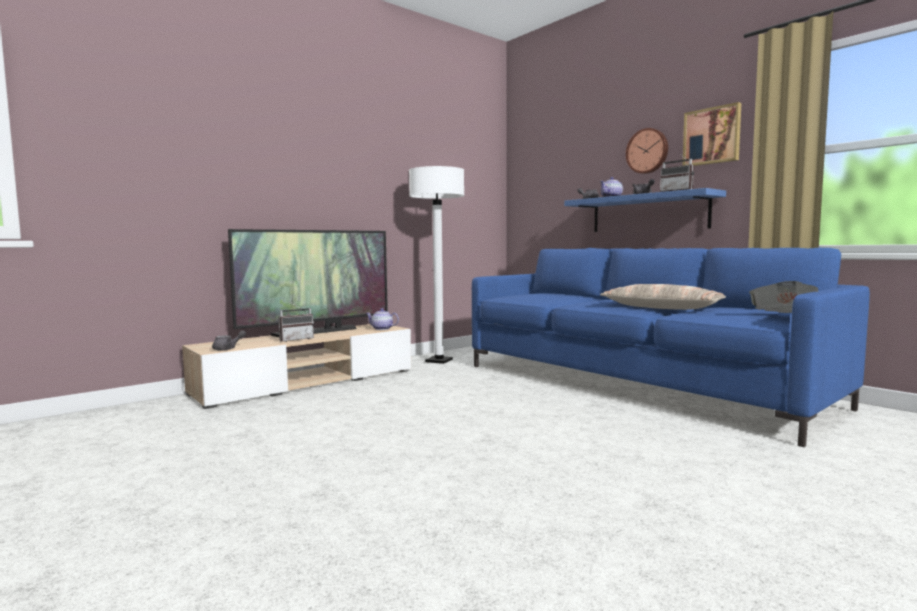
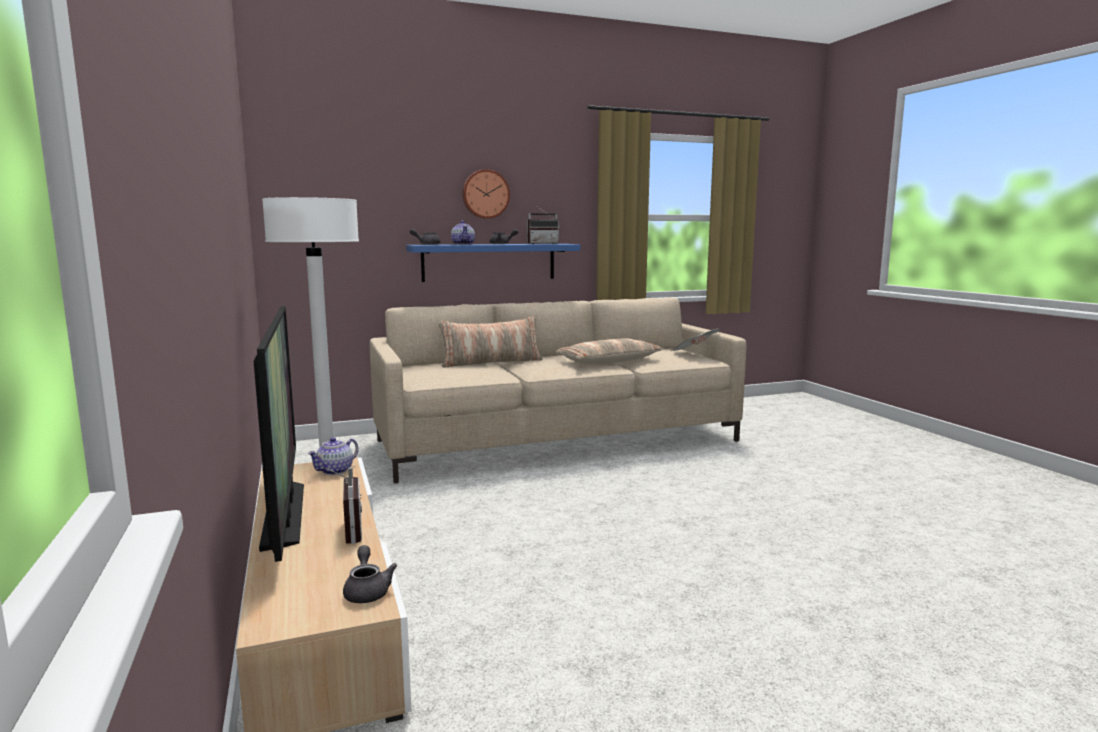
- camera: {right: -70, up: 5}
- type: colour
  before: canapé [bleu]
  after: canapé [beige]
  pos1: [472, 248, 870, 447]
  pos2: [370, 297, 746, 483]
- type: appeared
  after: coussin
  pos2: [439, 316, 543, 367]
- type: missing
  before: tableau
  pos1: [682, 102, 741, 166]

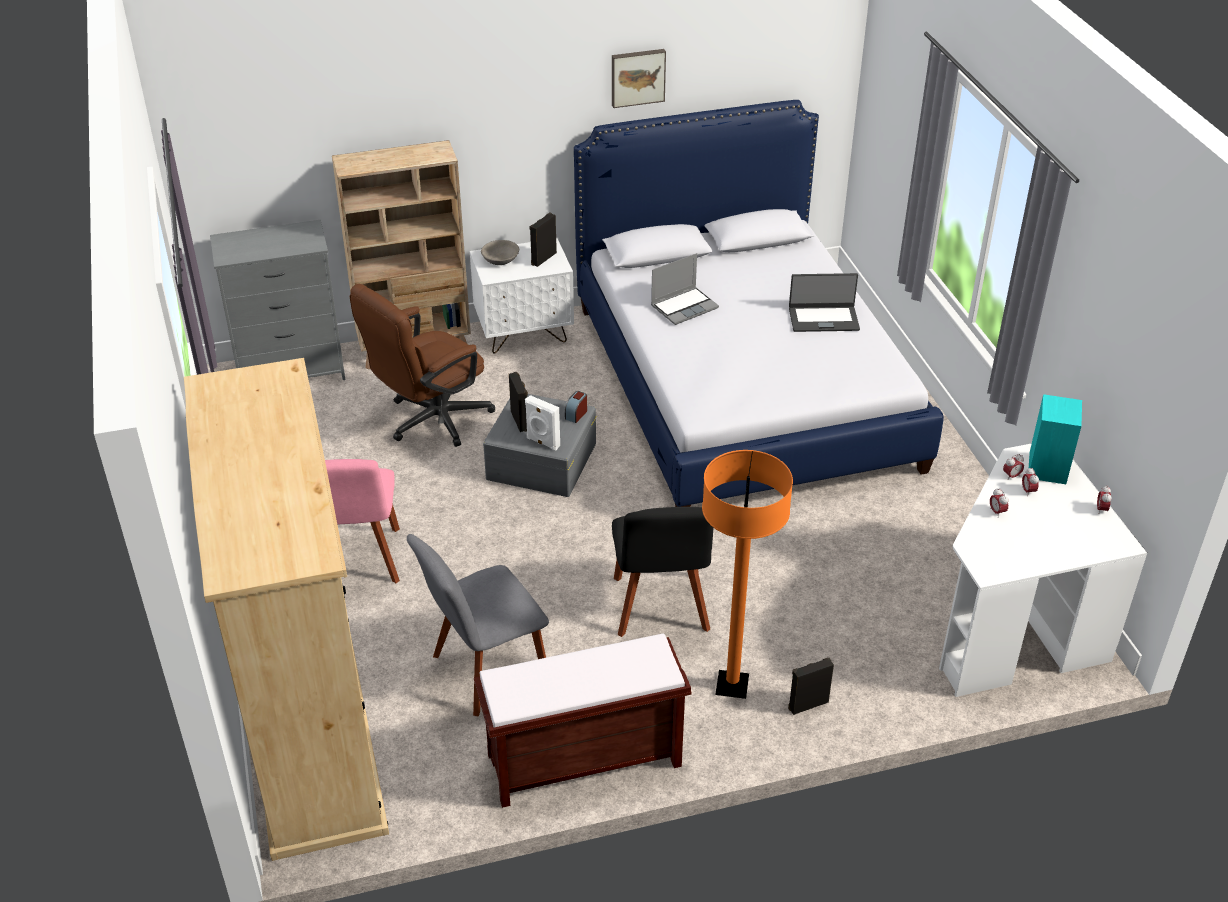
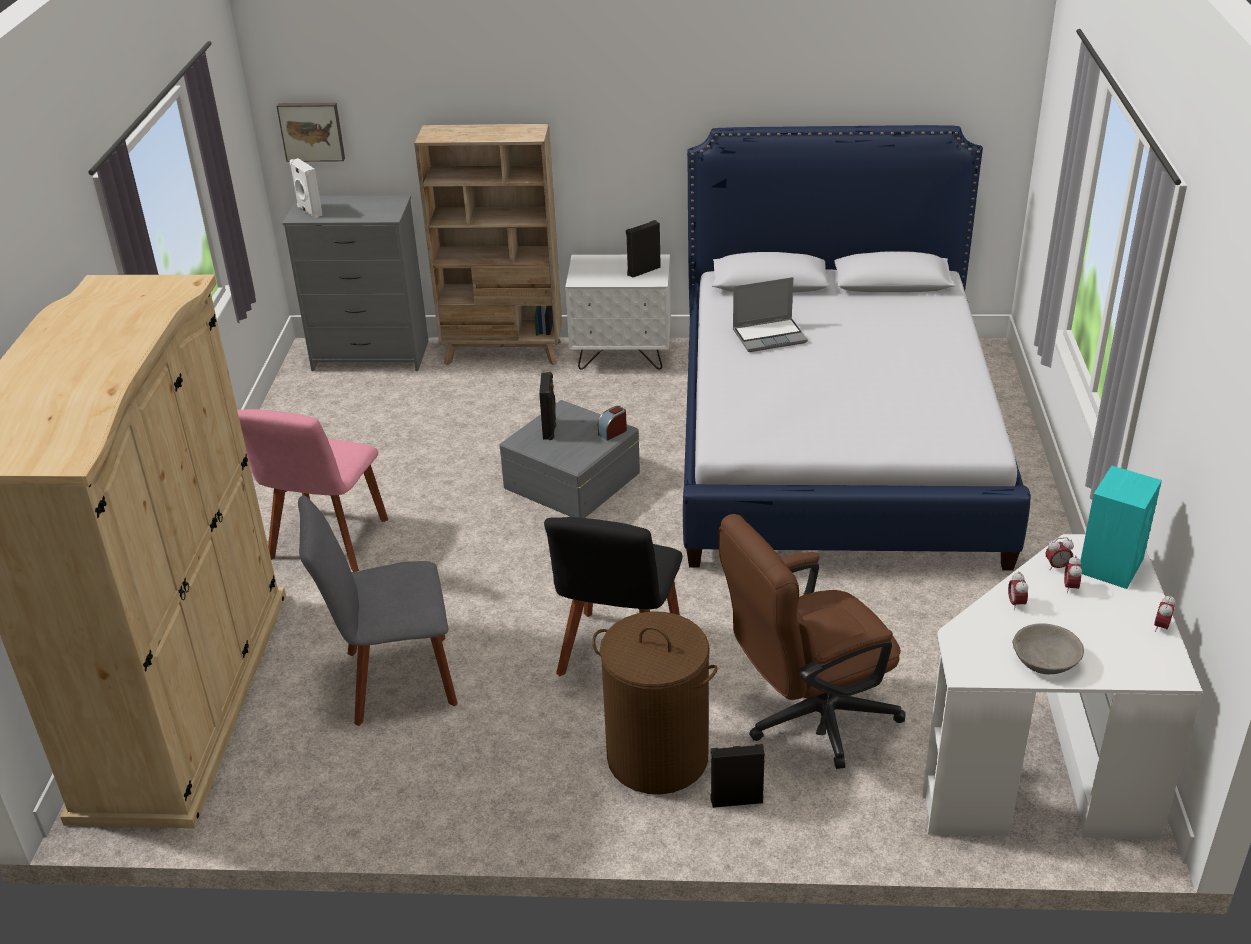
- camera: {right: 20, up: -5}
- type: relocated
  before: tableau
  pos1: [612, 49, 666, 108]
  pos2: [276, 103, 345, 162]
- type: relocated
  before: enceinte [blanc]
  pos1: [525, 395, 560, 451]
  pos2: [290, 158, 322, 218]
- type: exchanged
  before: lampadaire [orange]
  after: panier à linge [marron]
  pos1: [702, 450, 793, 699]
  pos2: [592, 611, 718, 795]
- type: relocated
  before: chaise de bureau [marron]
  pos1: [350, 284, 495, 447]
  pos2: [719, 514, 906, 769]
- type: relocated
  before: bol [gris]
  pos1: [481, 240, 519, 265]
  pos2: [1012, 623, 1084, 674]
- type: missing
  before: banc [marron]
  pos1: [474, 633, 691, 808]
- type: missing
  before: ordinateur portable
  pos1: [789, 273, 860, 332]

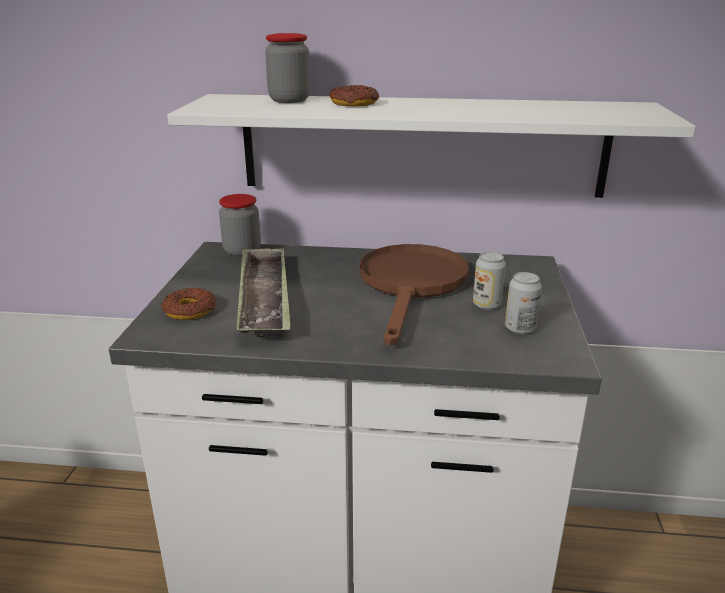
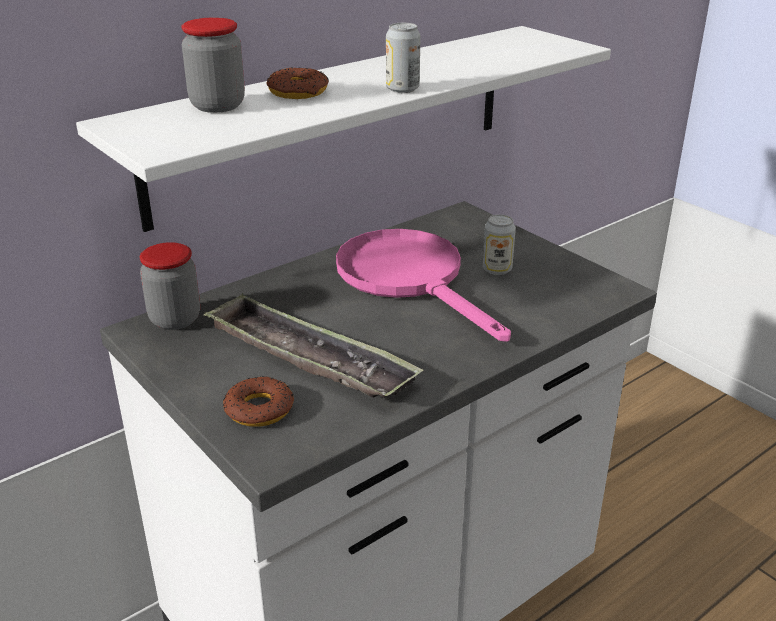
- camera: {right: -45, up: 5}
- type: colour
  before: poêle [marron]
  after: poêle [rose]
  pos1: [360, 244, 469, 345]
  pos2: [336, 229, 511, 342]
- type: relocated
  before: boîte métallique
  pos1: [505, 272, 542, 334]
  pos2: [386, 23, 421, 93]

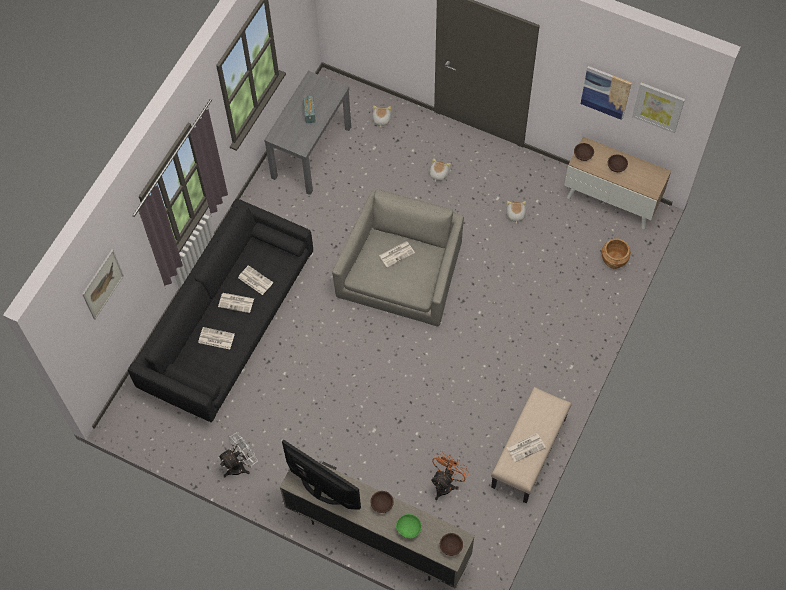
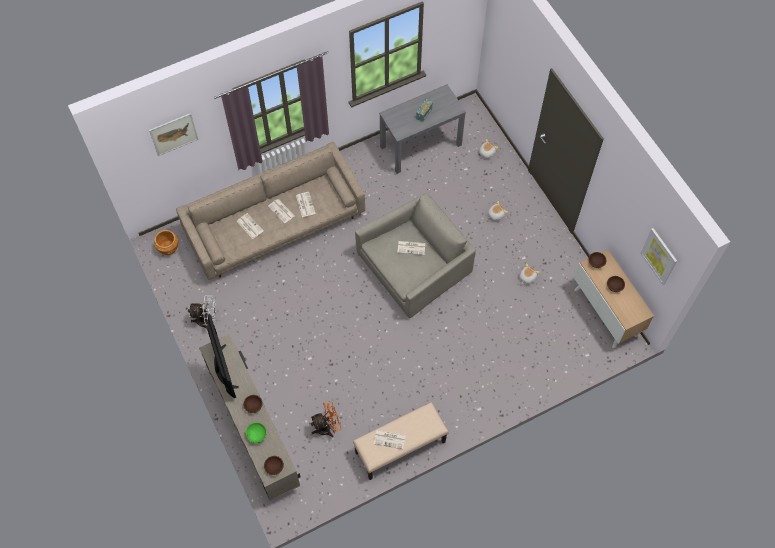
- camera: {right: 35, up: 0}
- type: relocated
  before: cache-pot [marron]
  pos1: [601, 238, 631, 269]
  pos2: [154, 230, 179, 255]
- type: colour
  before: canapé [noir]
  after: canapé [beige]
  pos1: [128, 199, 313, 422]
  pos2: [176, 142, 365, 280]
- type: missing
  before: tableau
  pos1: [581, 66, 631, 120]

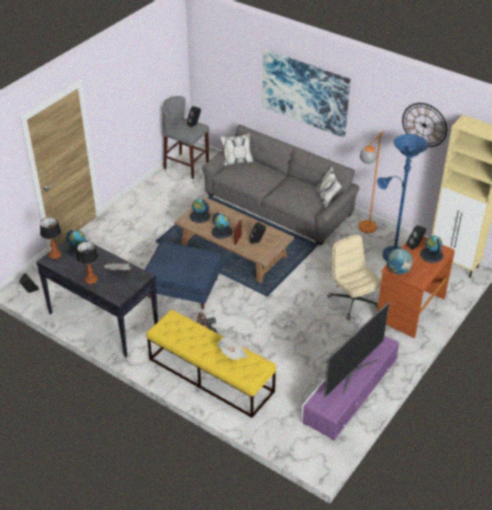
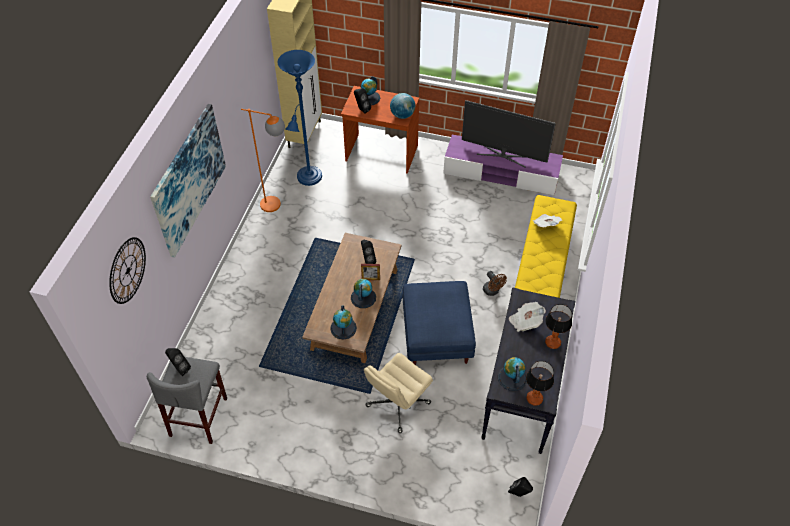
- camera: {right: -110, up: 10}
- type: relocated
  before: horloge murale
  pos1: [402, 103, 447, 147]
  pos2: [109, 237, 146, 304]
- type: relocated
  before: chaise de bureau [beige]
  pos1: [327, 235, 381, 320]
  pos2: [364, 353, 433, 433]
- type: missing
  before: canapé [gris]
  pos1: [202, 125, 359, 245]

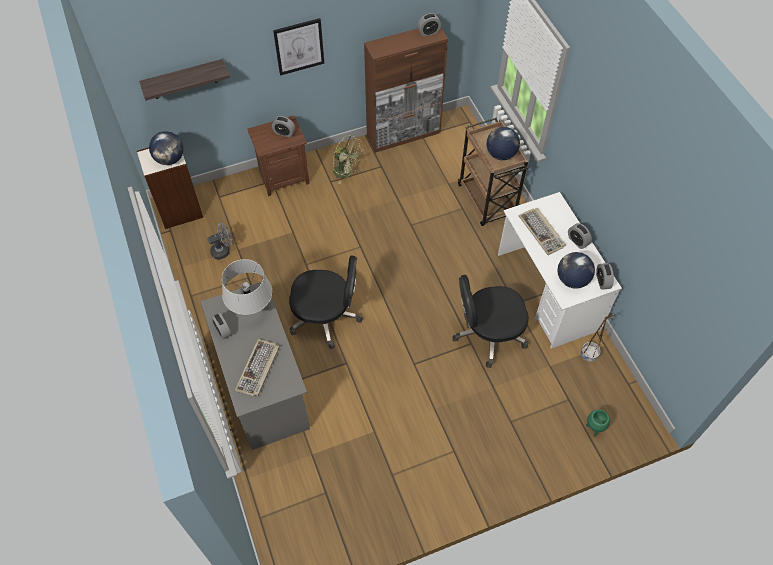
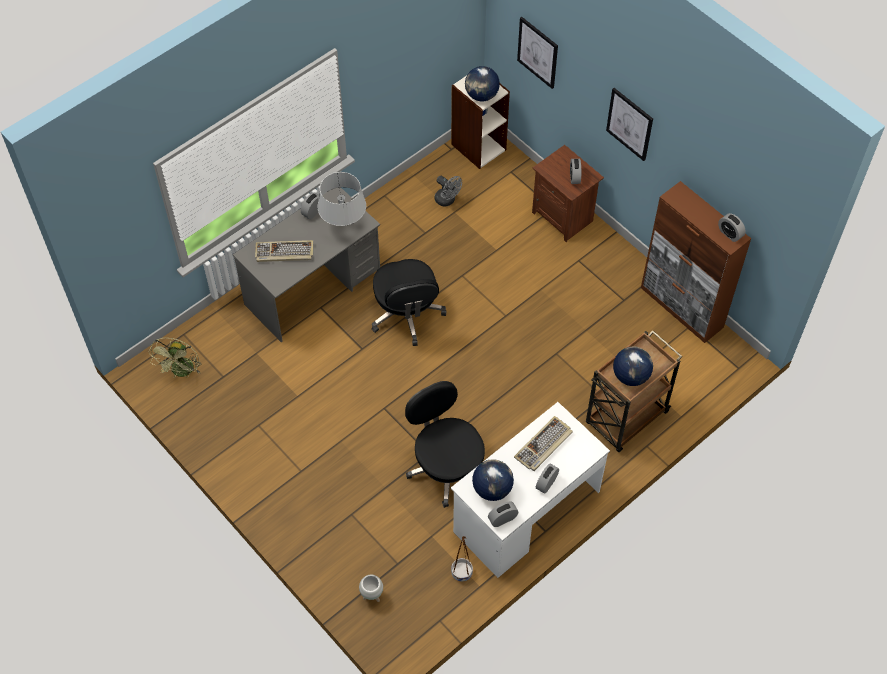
- camera: {right: 70, up: 0}
- type: relocated
  before: ventilateur [vert]
  pos1: [333, 135, 363, 184]
  pos2: [149, 338, 200, 378]
- type: colour
  before: cache-pot [vert]
  after: cache-pot [blanc]
  pos1: [586, 409, 610, 437]
  pos2: [359, 575, 383, 602]
- type: exchanged
  before: étagère
  after: tableau
  pos1: [139, 59, 230, 101]
  pos2: [517, 17, 558, 89]

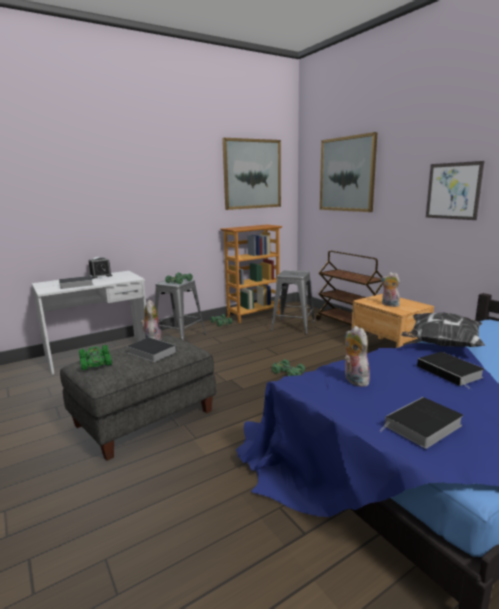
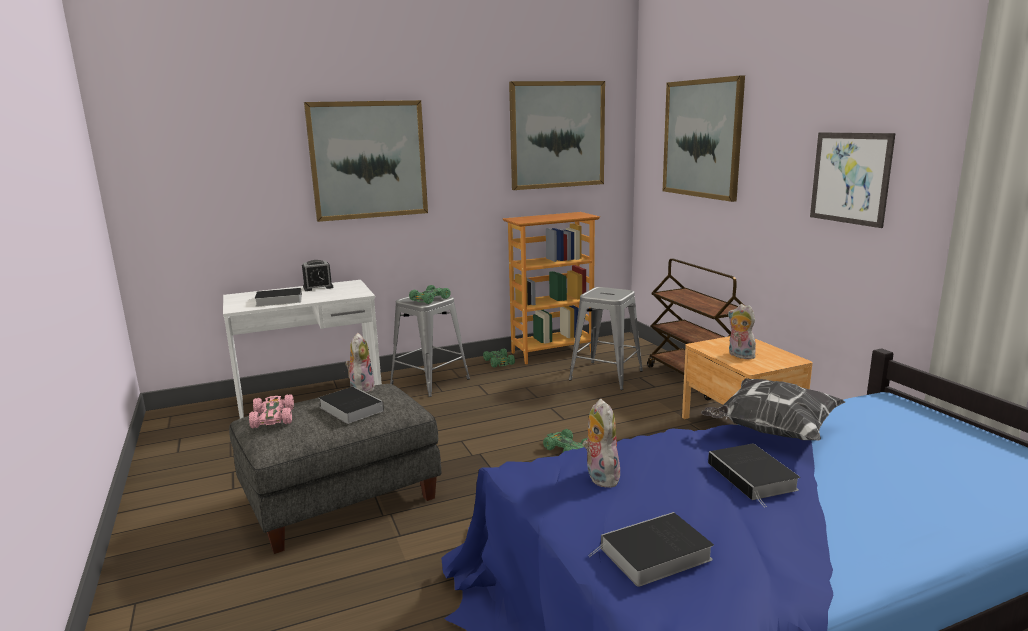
- camera: {right: 10, up: 0}
- type: colour
  before: petite voiture [vert]
  after: petite voiture [rose]
  pos1: [79, 345, 112, 370]
  pos2: [249, 394, 294, 428]
- type: appeared
  after: tableau
  pos2: [304, 100, 428, 222]

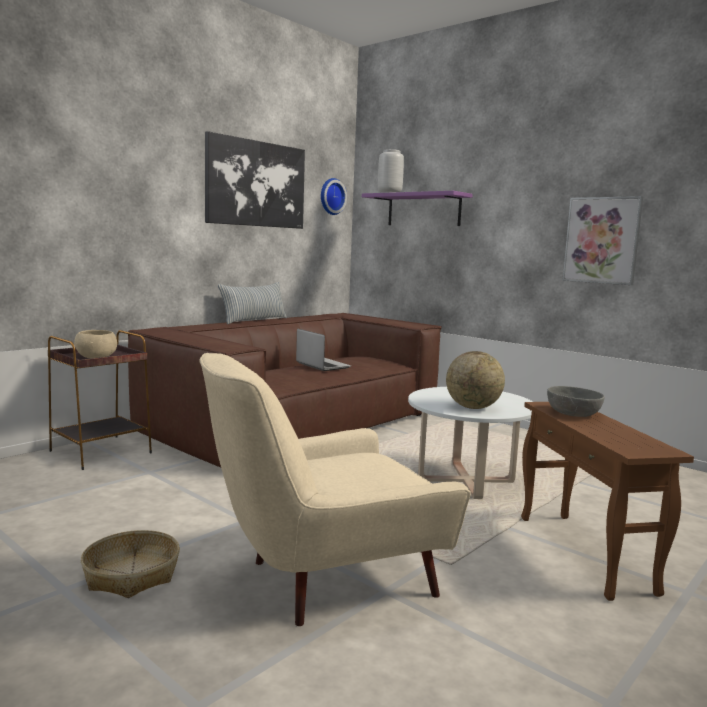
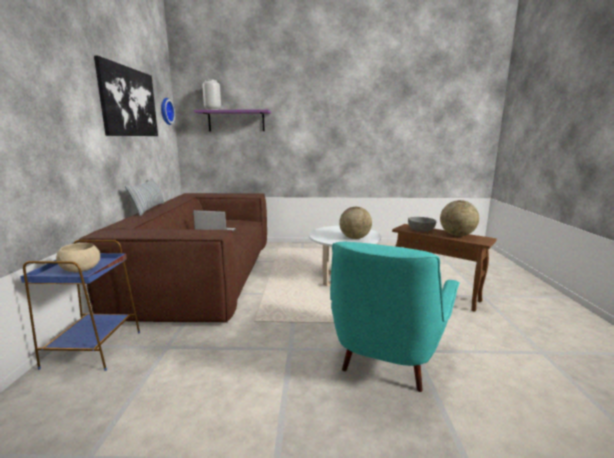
- camera: {right: -40, up: 5}
- type: colour
  before: table d'appoint [marron]
  after: table d'appoint [bleu]
  pos1: [48, 330, 152, 470]
  pos2: [20, 240, 140, 371]
- type: colour
  before: fauteuil [beige]
  after: fauteuil [turquoise]
  pos1: [199, 353, 470, 626]
  pos2: [330, 242, 460, 392]
- type: appeared
  after: globe
  pos2: [440, 200, 479, 236]
- type: missing
  before: panier
  pos1: [81, 530, 180, 598]
- type: missing
  before: tableau
  pos1: [562, 196, 643, 285]

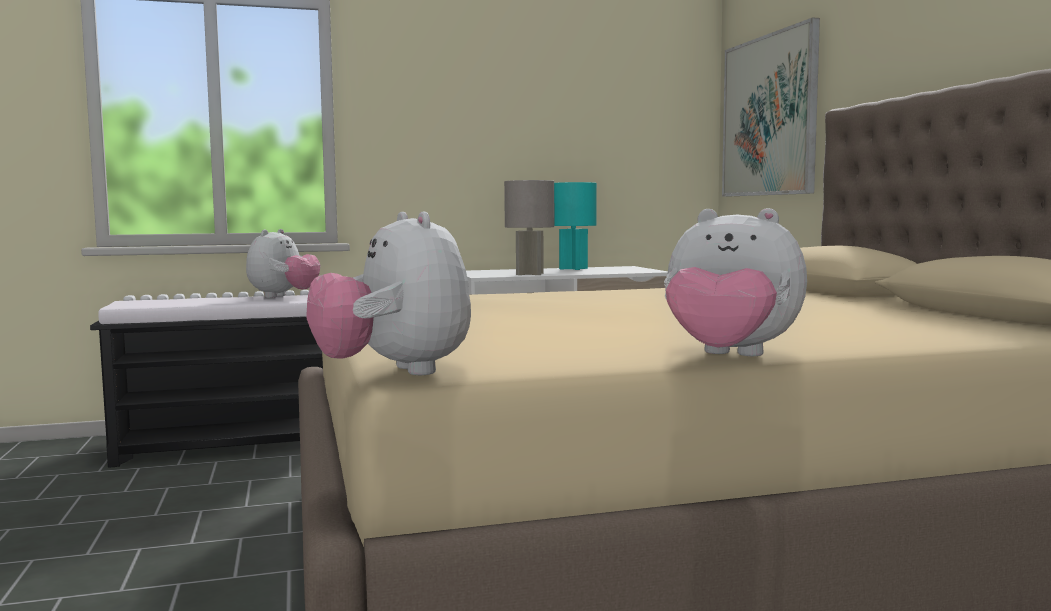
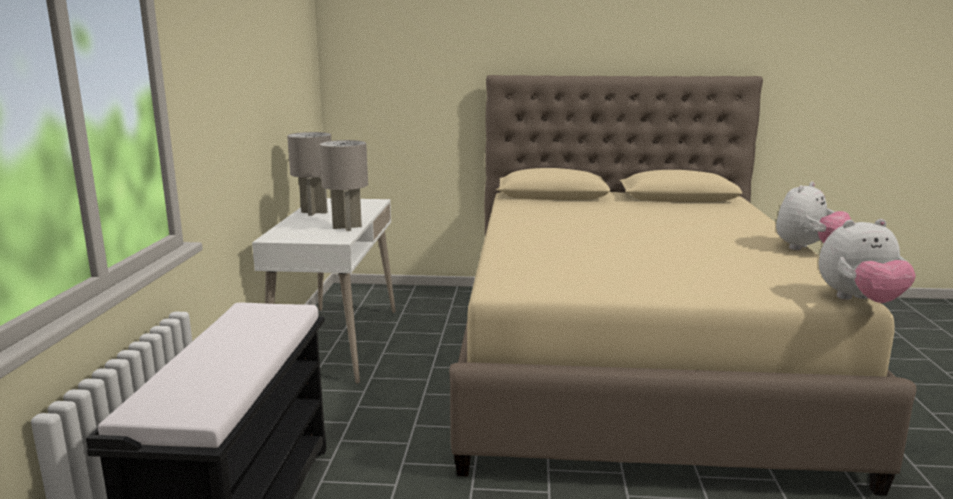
- camera: {right: -70, up: 10}
- type: colour
  before: lampe de table [turquoise]
  after: lampe de table [gris]
  pos1: [554, 182, 597, 270]
  pos2: [287, 132, 332, 216]
- type: missing
  before: peluche
  pos1: [246, 229, 320, 298]
- type: missing
  before: tableau
  pos1: [722, 17, 820, 197]

